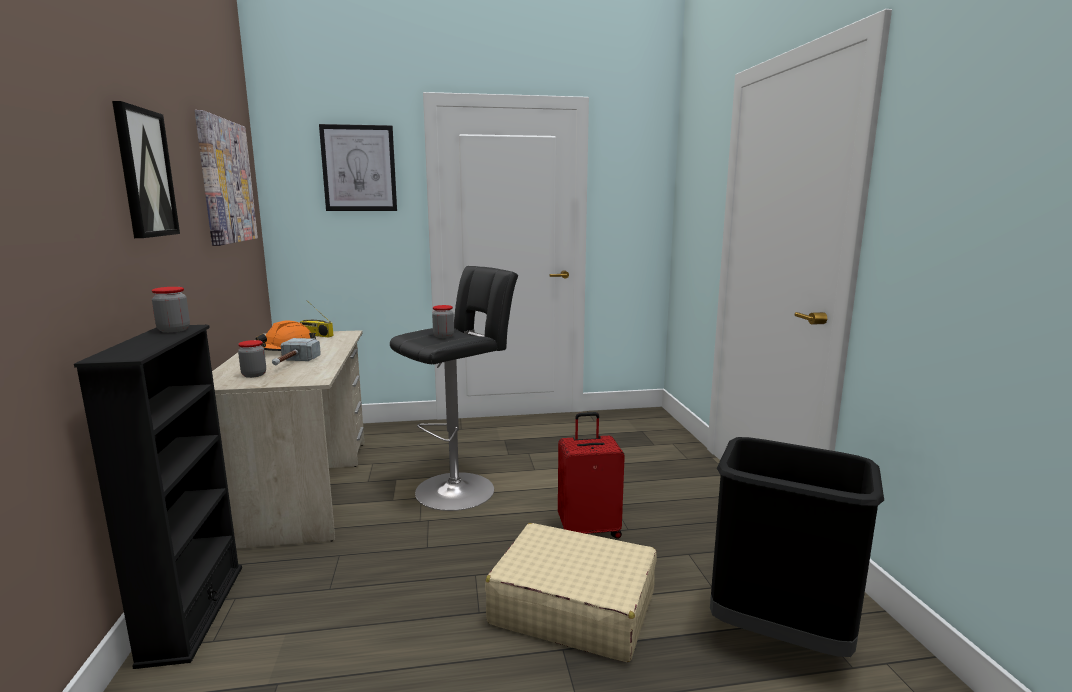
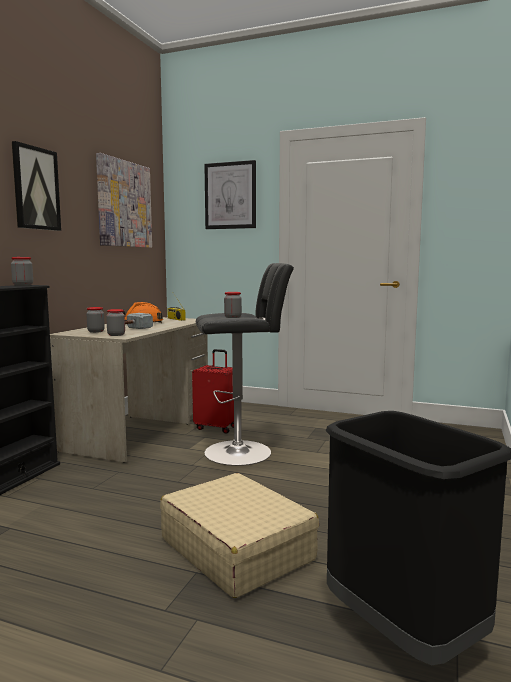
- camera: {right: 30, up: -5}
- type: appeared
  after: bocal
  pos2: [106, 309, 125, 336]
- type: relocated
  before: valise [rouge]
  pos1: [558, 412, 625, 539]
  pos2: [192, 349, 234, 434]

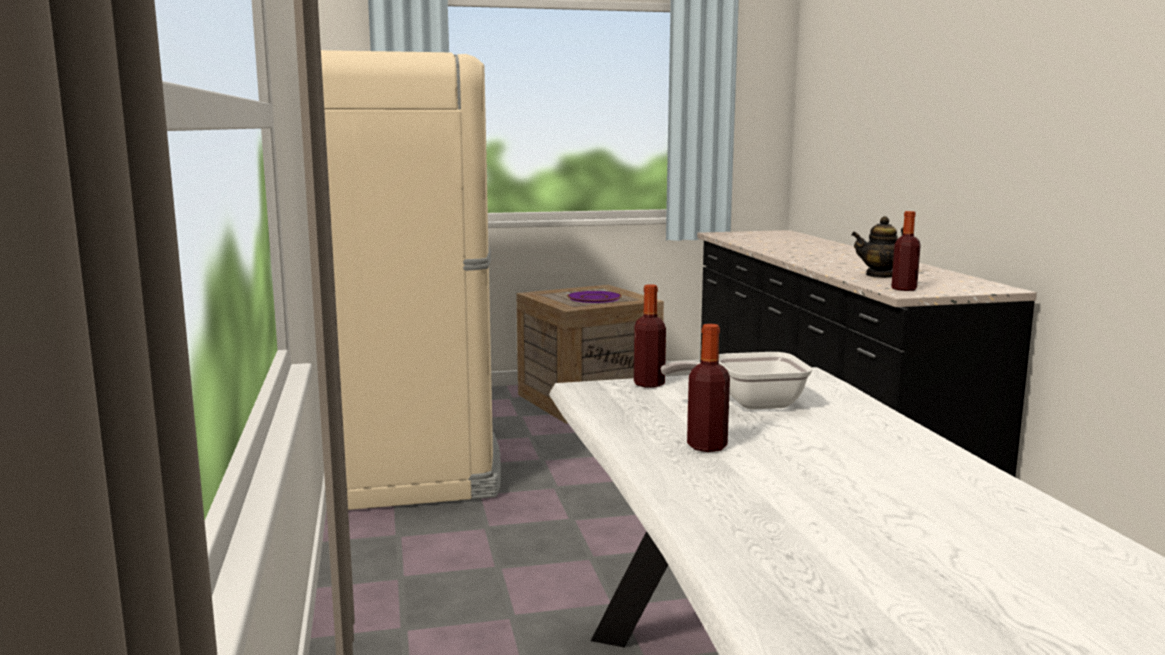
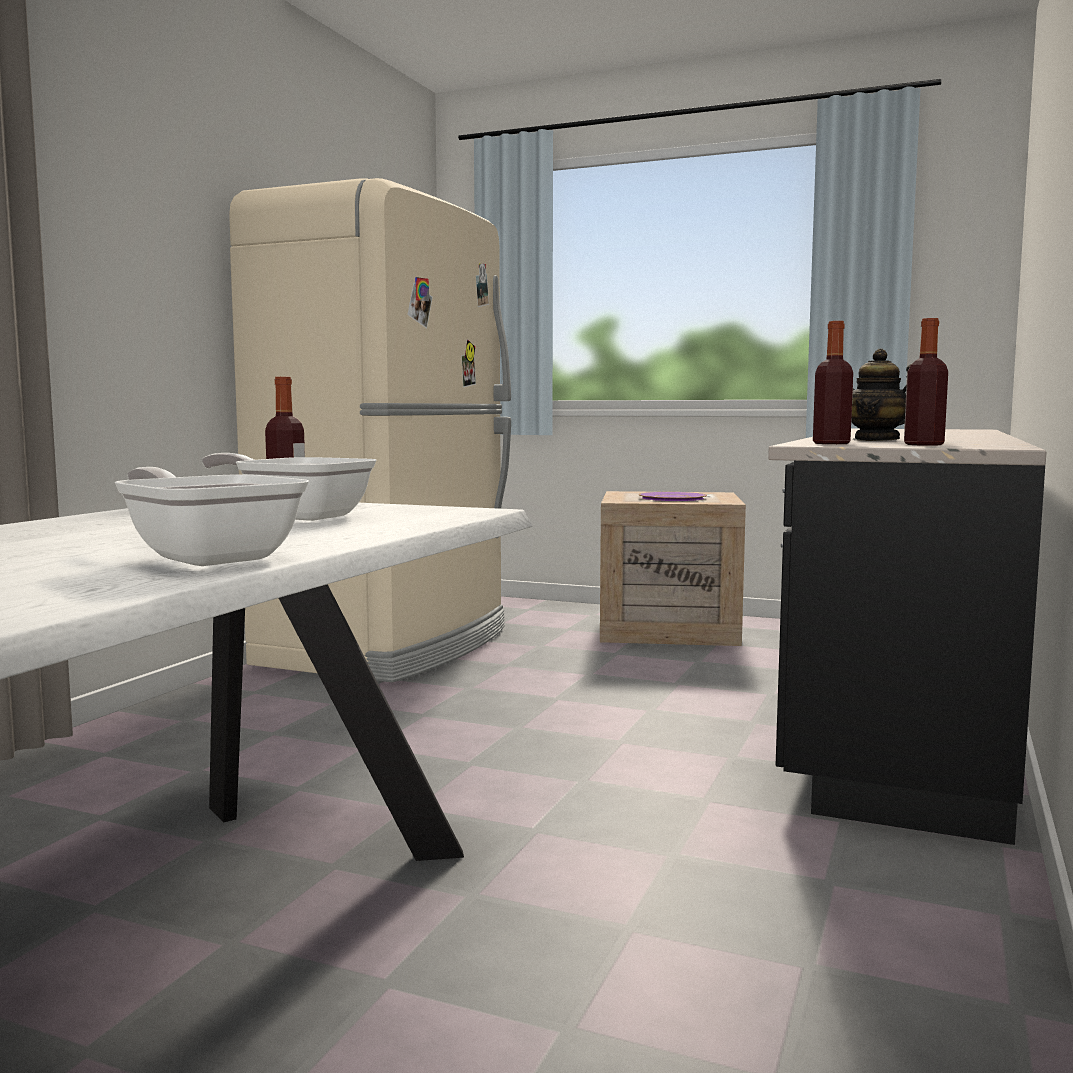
- camera: {right: 35, up: -5}
- type: appeared
  after: poêle
  pos2: [115, 467, 309, 566]
- type: relocated
  before: bouteille
  pos1: [687, 324, 730, 452]
  pos2: [904, 318, 948, 446]

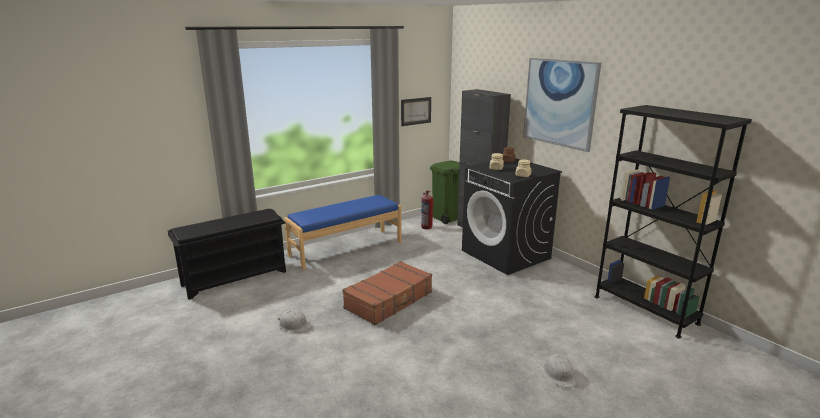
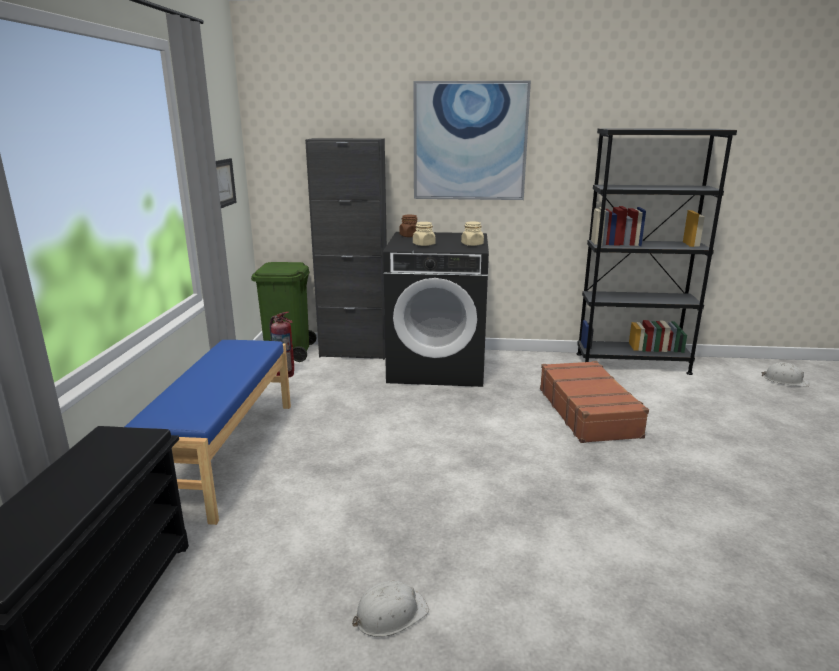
- camera: {right: -50, up: 0}
- type: relocated
  before: valise [marron]
  pos1: [343, 261, 432, 325]
  pos2: [540, 361, 649, 443]
- type: relocated
  before: casque de chantier [blanc]
  pos1: [544, 354, 577, 388]
  pos2: [762, 362, 810, 387]

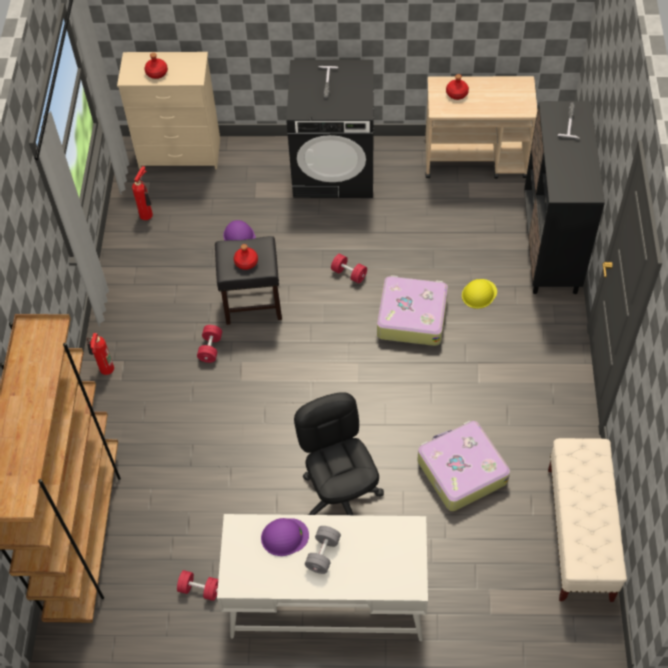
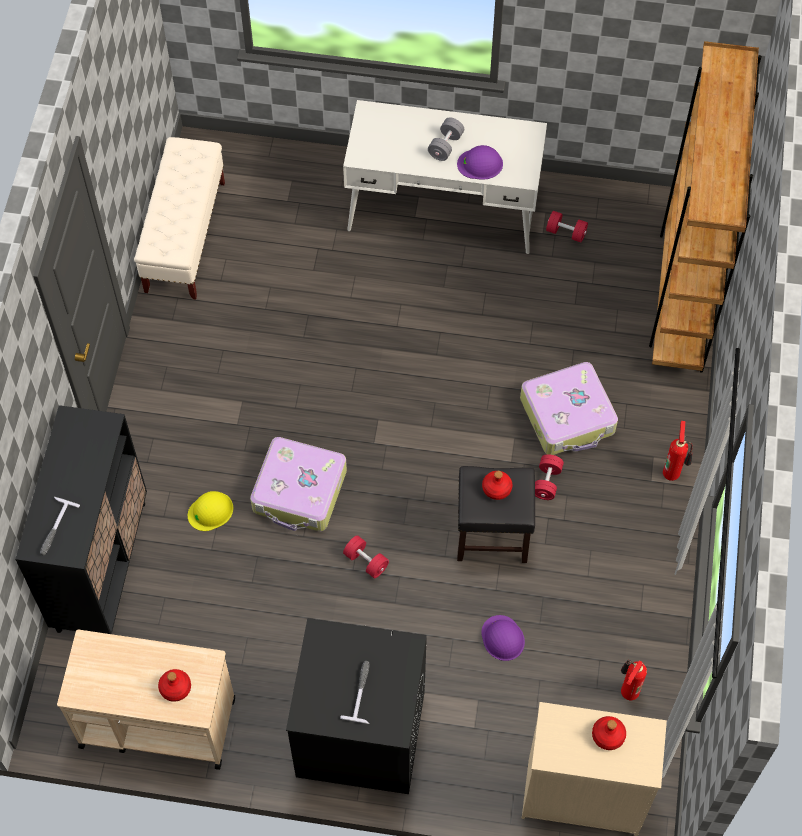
- camera: {right: -175, up: 5}
- type: relocated
  before: valise
  pos1: [417, 421, 510, 511]
  pos2: [520, 362, 618, 455]
- type: missing
  before: chaise de bureau [noir]
  pos1: [294, 392, 384, 515]

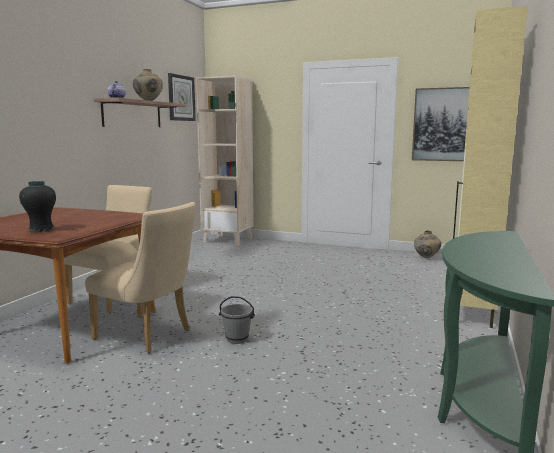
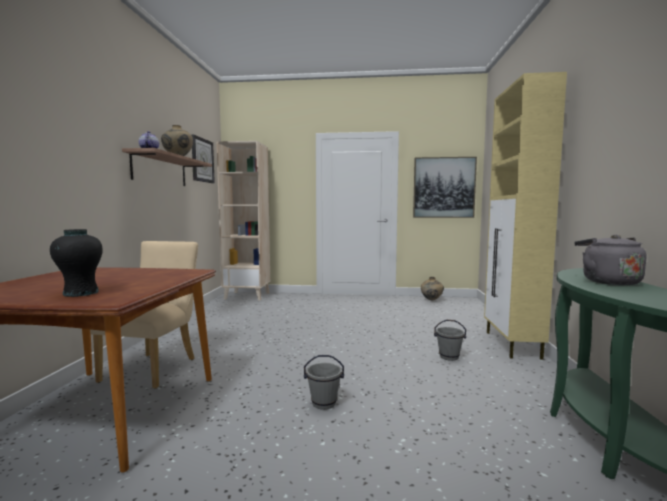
- camera: {right: -15, up: -5}
- type: appeared
  after: seau [gris]
  pos2: [434, 320, 466, 361]
- type: appeared
  after: bouilloire [gris]
  pos2: [574, 235, 646, 285]
- type: missing
  before: chaise [beige]
  pos1: [85, 202, 196, 353]

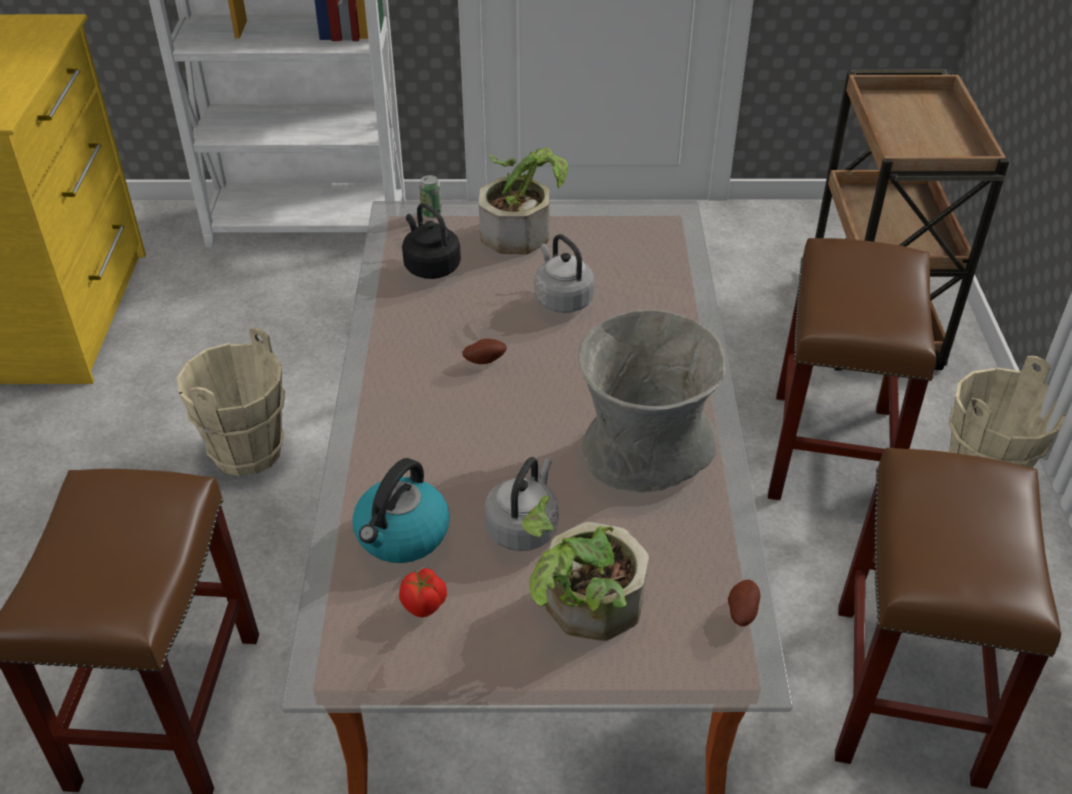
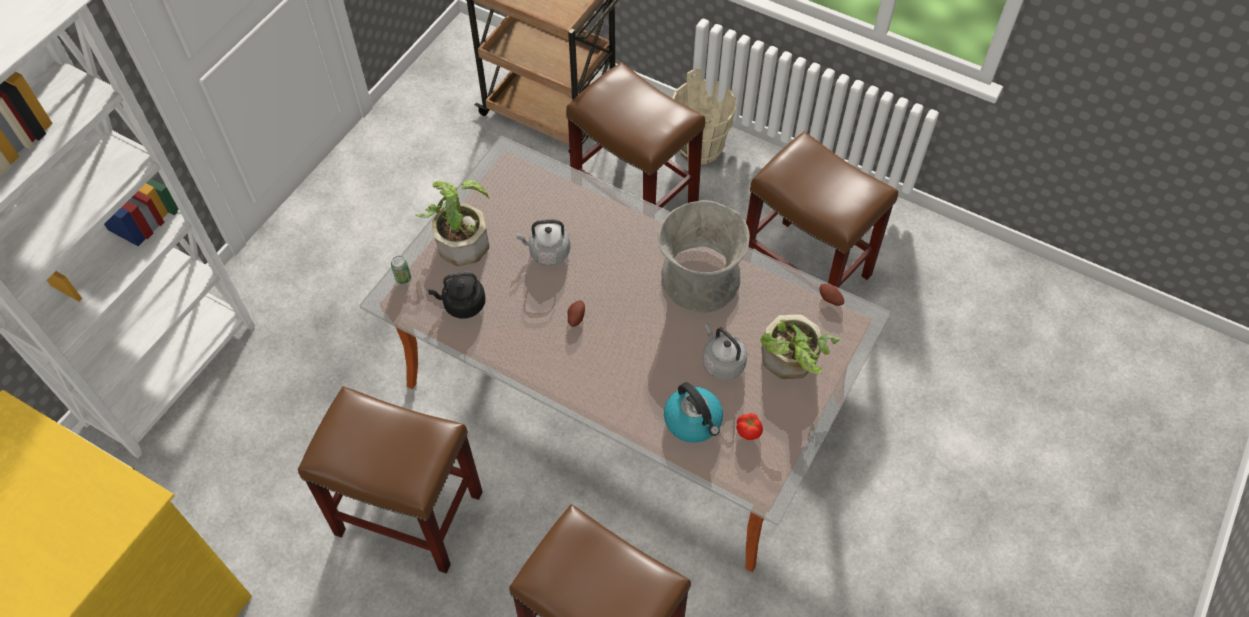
- camera: {right: -60, up: 15}
- type: exchanged
  before: seau [beige]
  after: tabouret [marron]
  pos1: [177, 327, 285, 476]
  pos2: [298, 386, 483, 574]

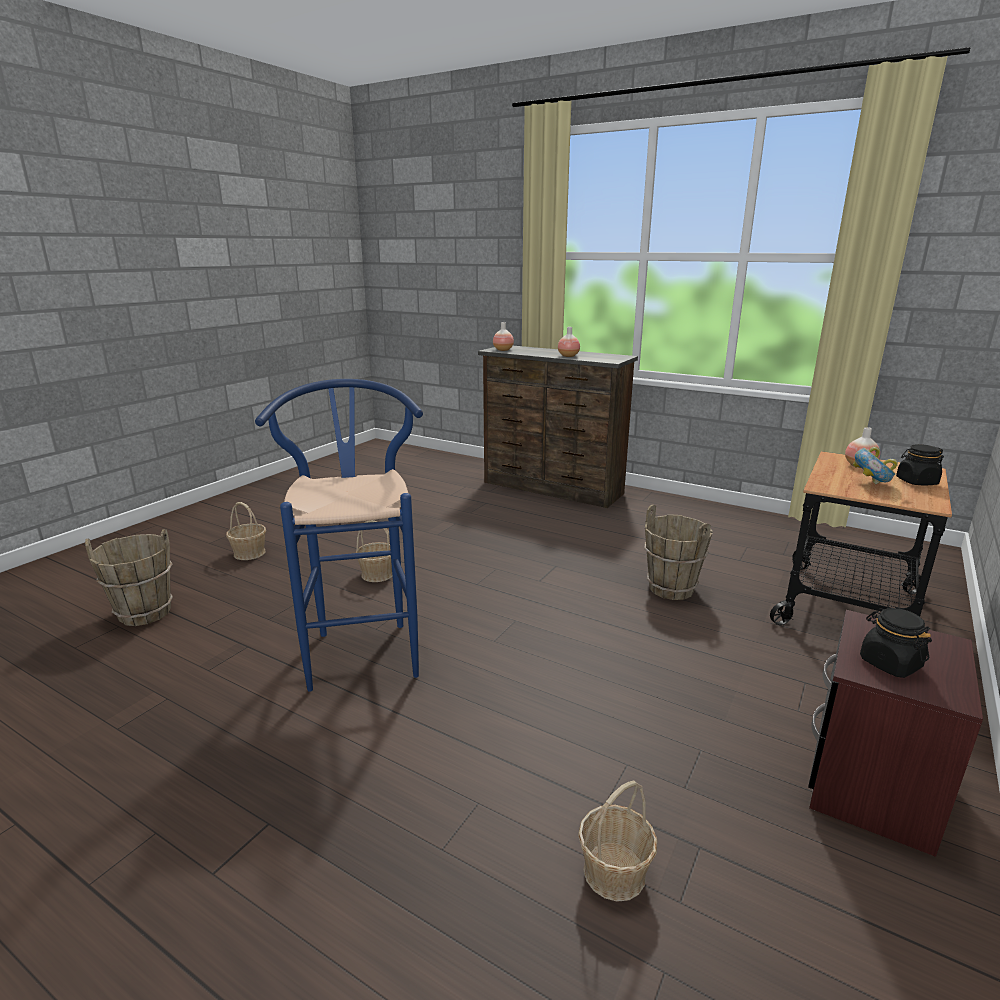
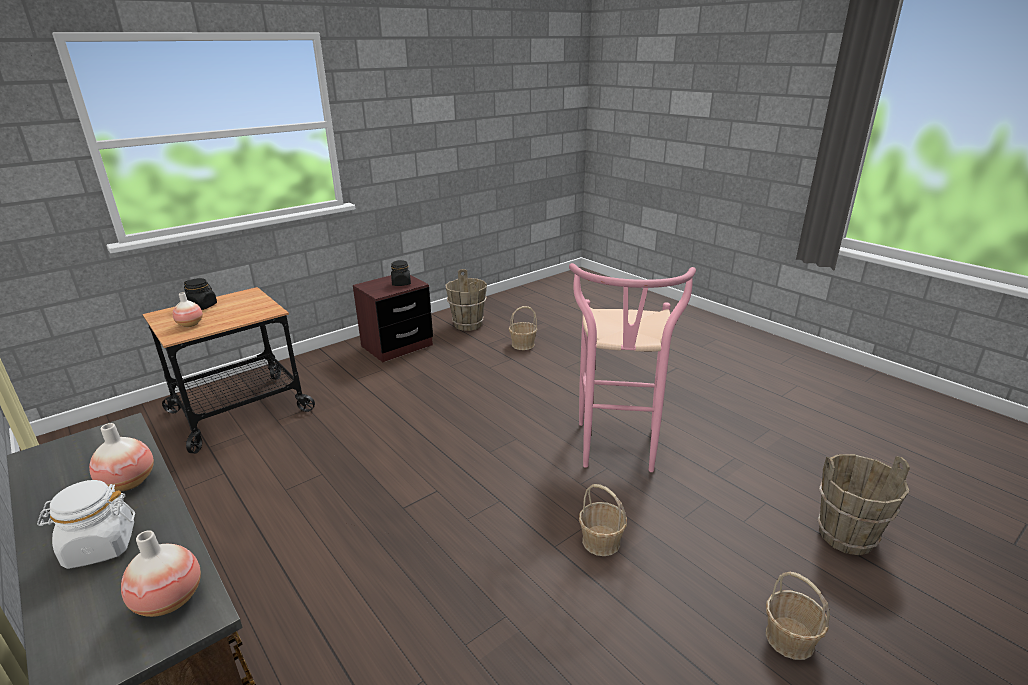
- camera: {right: -160, up: 5}
- type: appeared
  after: bocal [blanc]
  pos2: [37, 480, 135, 569]
- type: relocated
  before: seau [marron]
  pos1: [644, 504, 713, 600]
  pos2: [446, 269, 487, 331]
- type: colour
  before: tabouret [bleu]
  after: tabouret [rose]
  pos1: [255, 379, 423, 692]
  pos2: [569, 263, 696, 472]
- type: missing
  before: bol
  pos1: [853, 447, 898, 484]

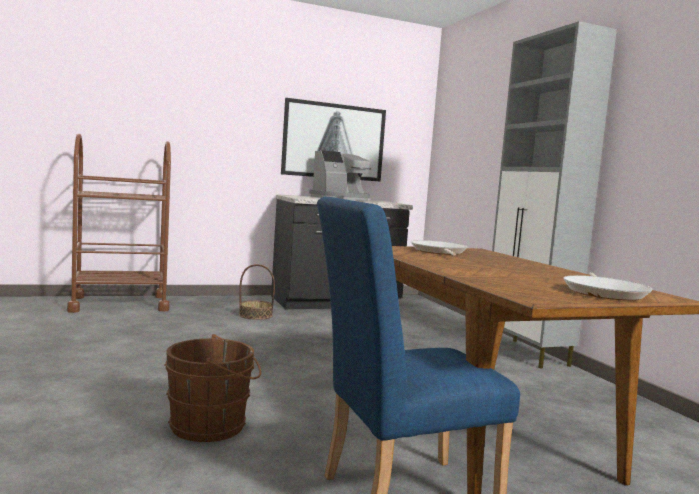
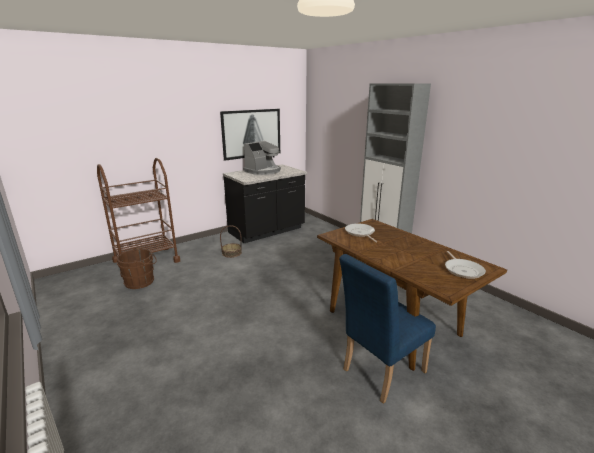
- camera: {right: -15, up: 15}
- type: relocated
  before: seau [marron]
  pos1: [164, 334, 261, 442]
  pos2: [117, 248, 157, 289]

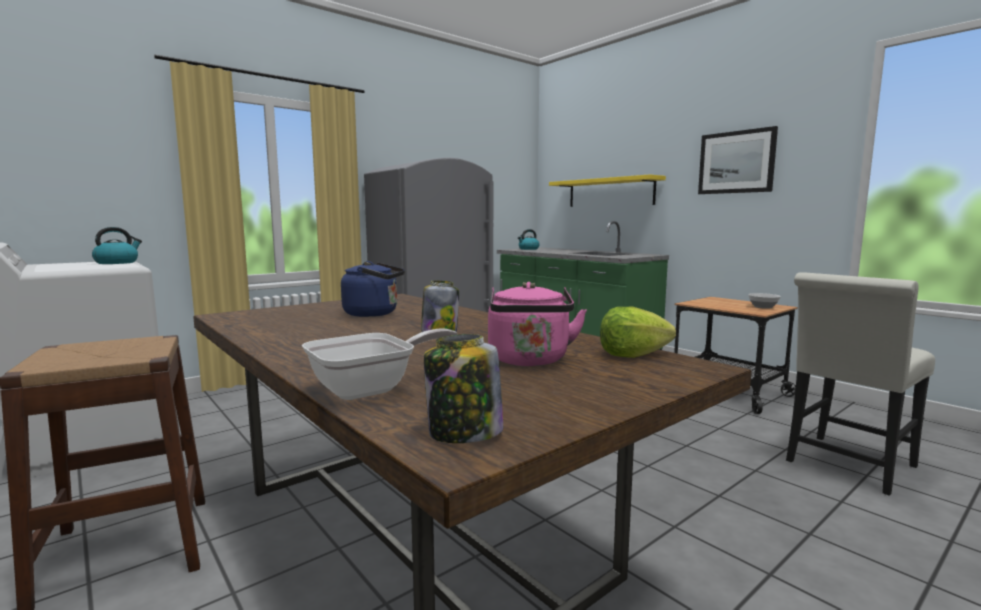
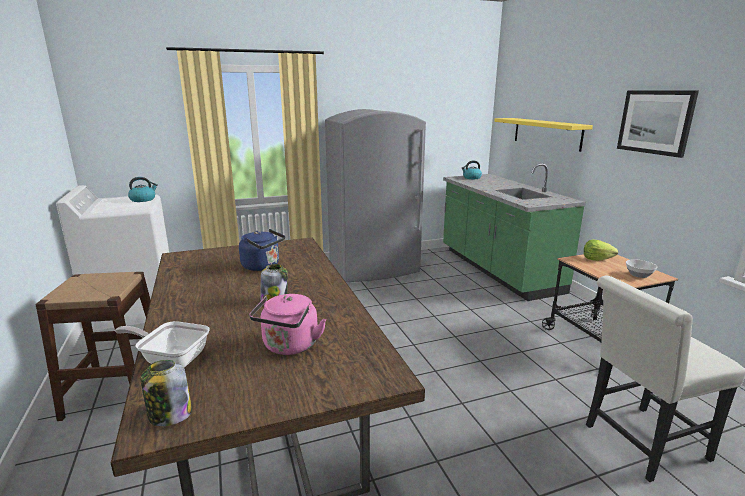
- camera: {right: 20, up: 10}
- type: spun
  before: poêle
  pos1: [302, 328, 457, 400]
  pos2: [115, 321, 210, 368]
  turn: -150
- type: relocated
  before: laitue
  pos1: [600, 307, 676, 358]
  pos2: [583, 239, 618, 261]

